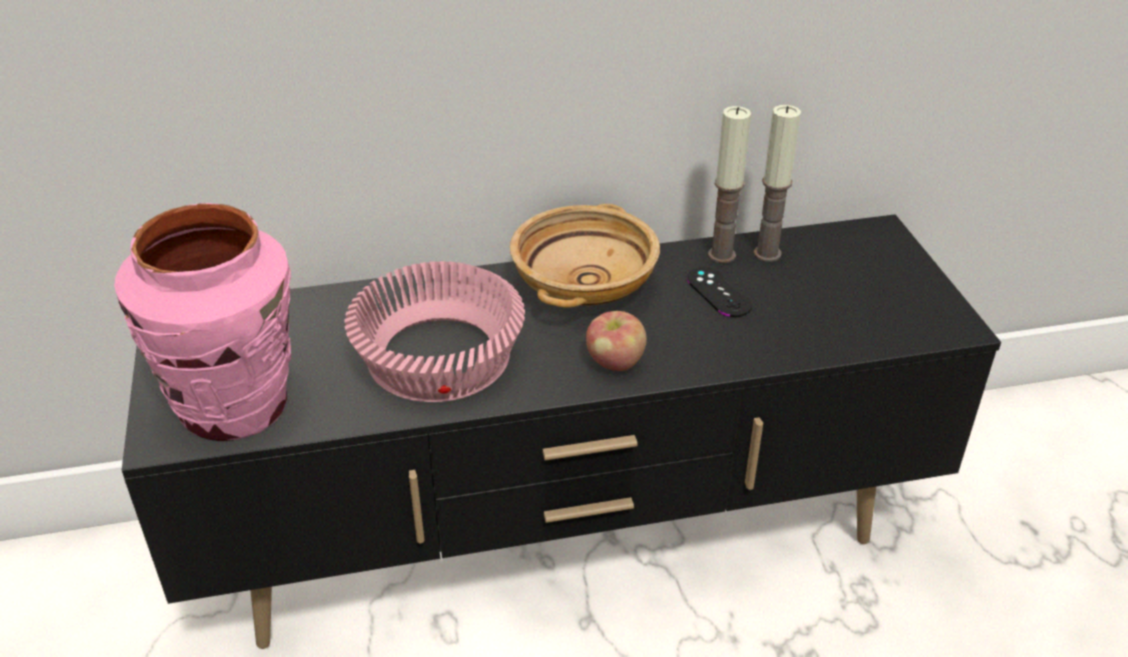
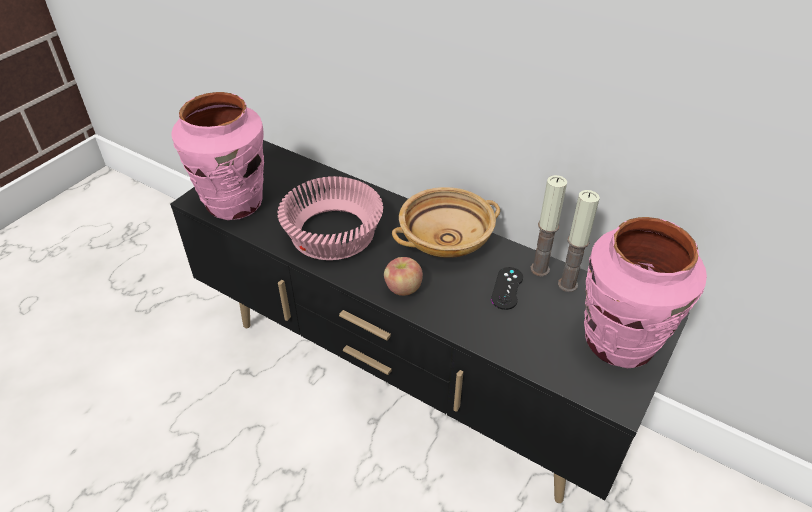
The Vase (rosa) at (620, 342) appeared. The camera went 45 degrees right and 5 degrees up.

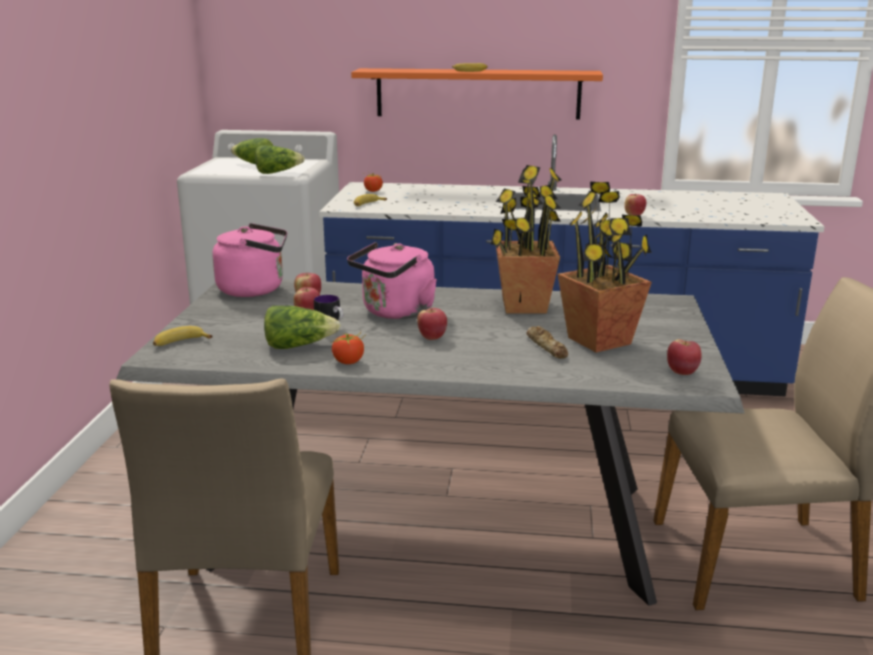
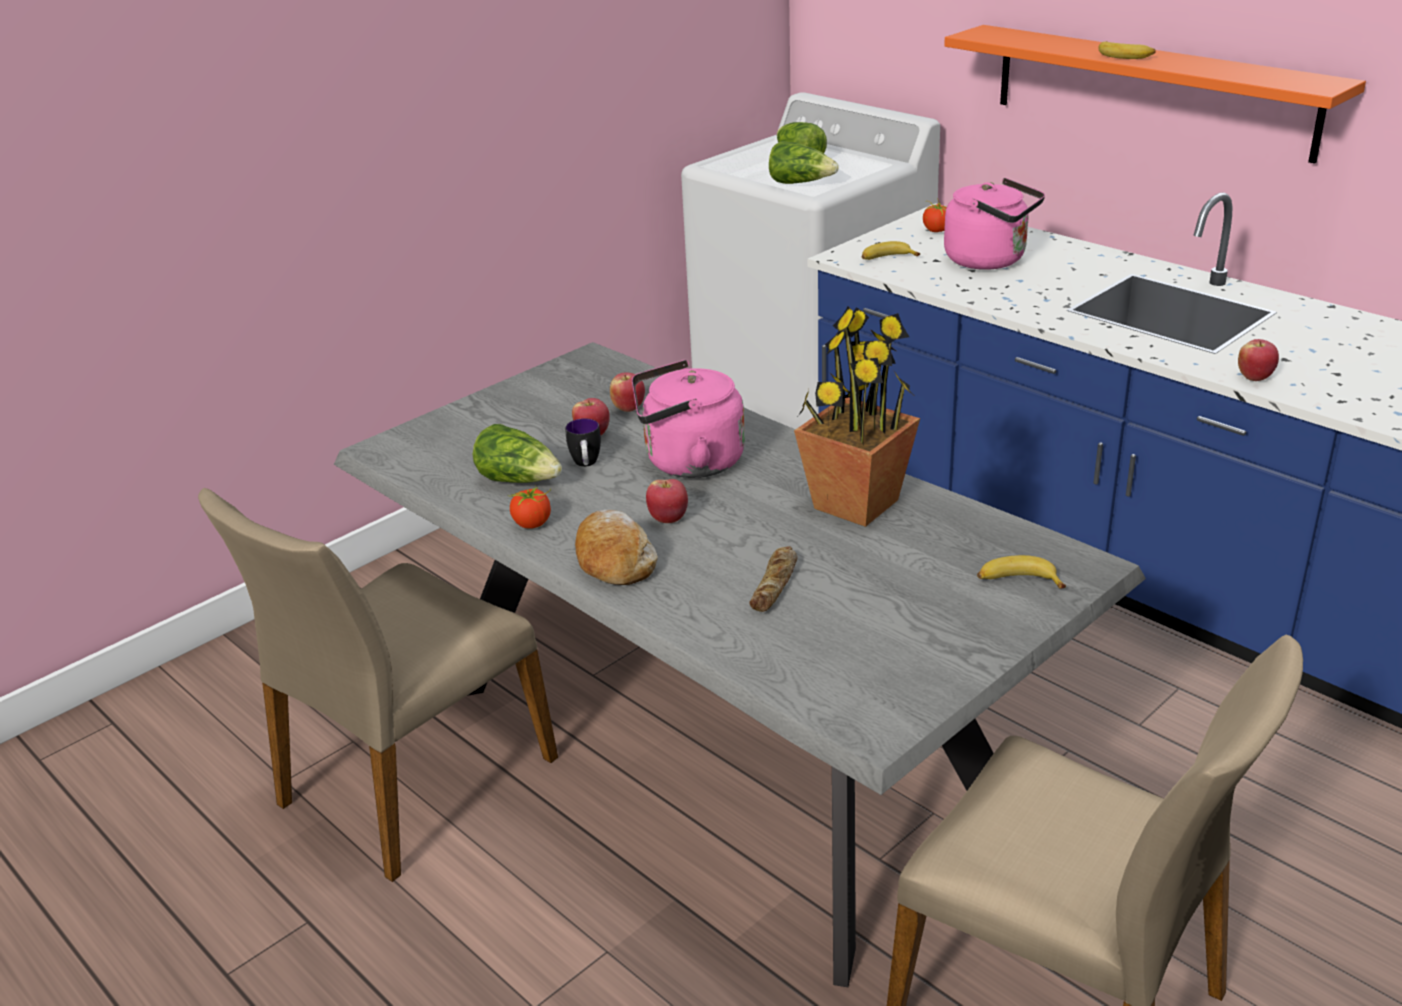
The Topfpflanze at (600, 340) disappeared. The Wasserkessel (rosa) moved from (255, 289) to (990, 260). The Banane moved from (180, 343) to (1017, 581). The Apfel at (682, 372) disappeared. The Brot at (614, 560) appeared. The camera went 40 degrees right and 10 degrees up.

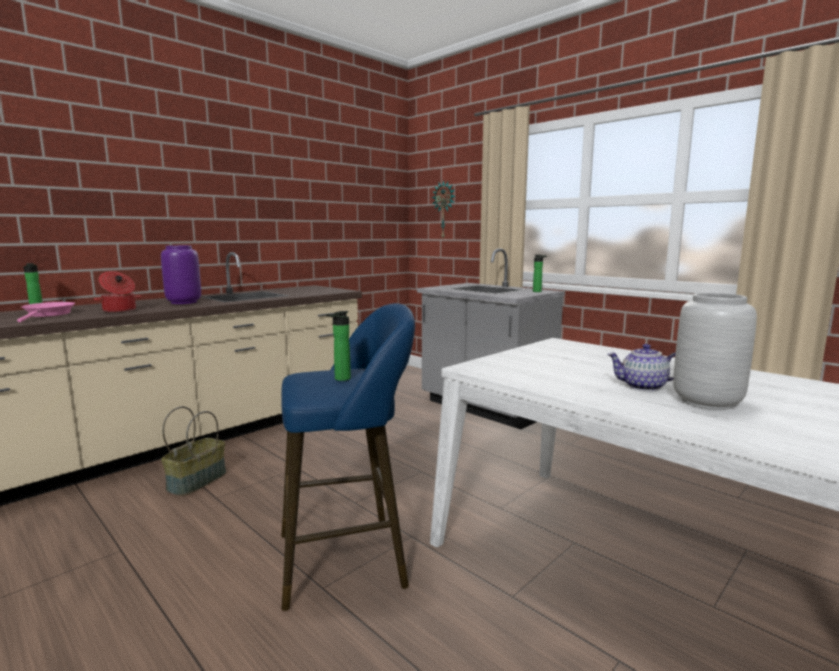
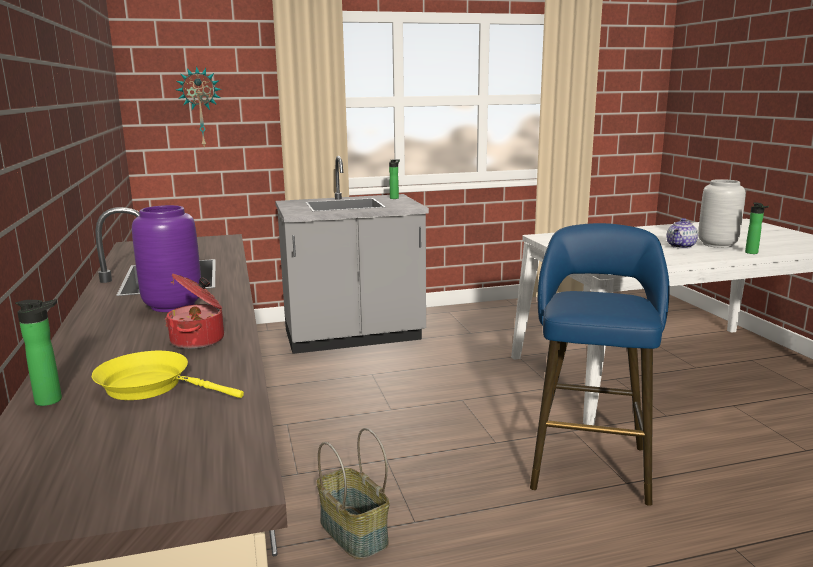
The Pfanne (rosa) at (48, 315) became the Pfanne (gelb) at (151, 386). The Flasche moved from (340, 379) to (752, 253). The camera went 60 degrees left and 5 degrees up.

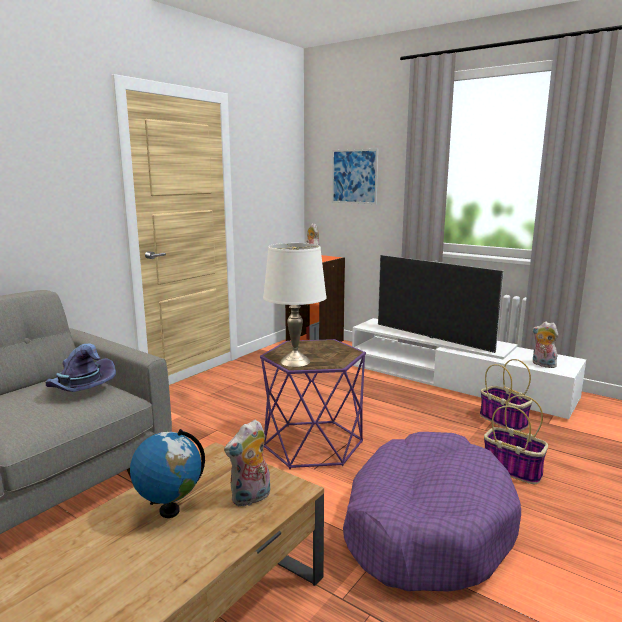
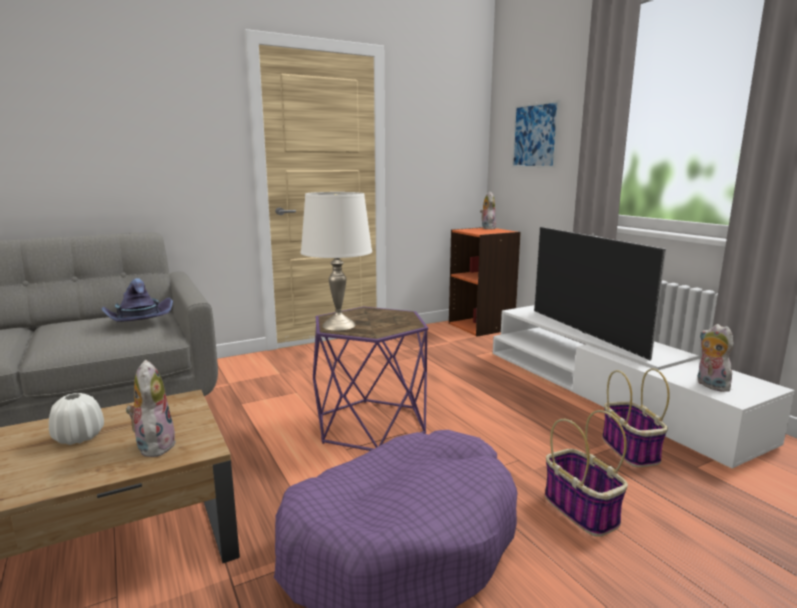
The Plüschtier at (251, 498) turned 90 degrees clockwise. The Globus at (169, 511) was replaced by the Vase (weiß) at (79, 437). The camera went 25 degrees right and 0 degrees up.

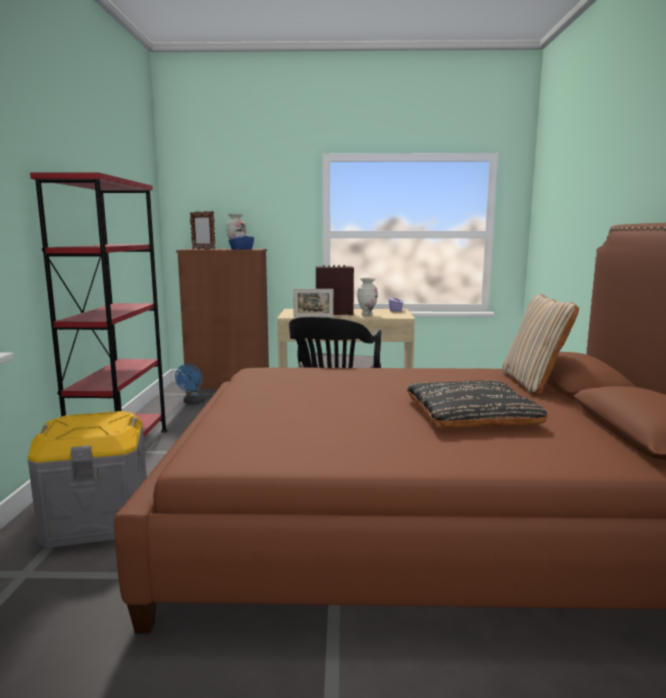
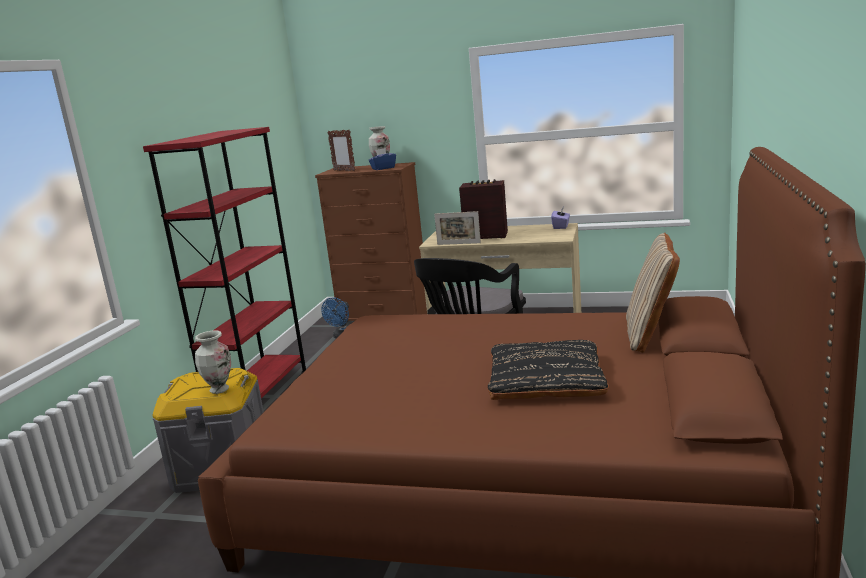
The Vase moved from (367, 314) to (219, 390). The camera went 15 degrees right and 5 degrees up.

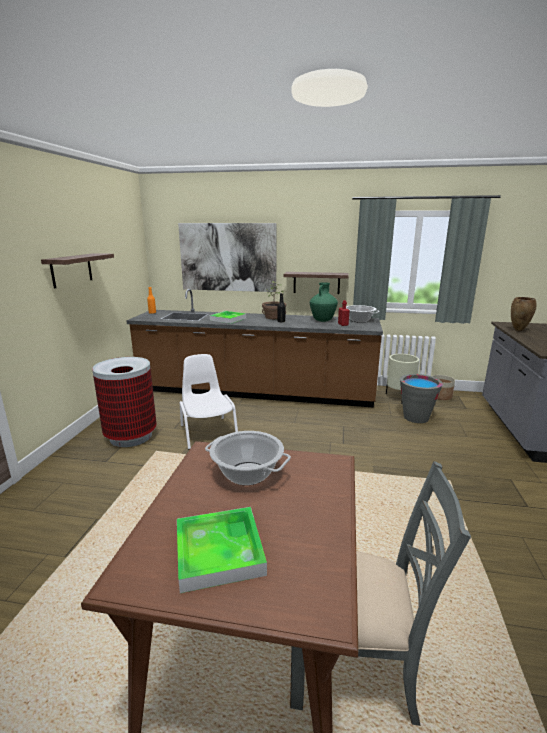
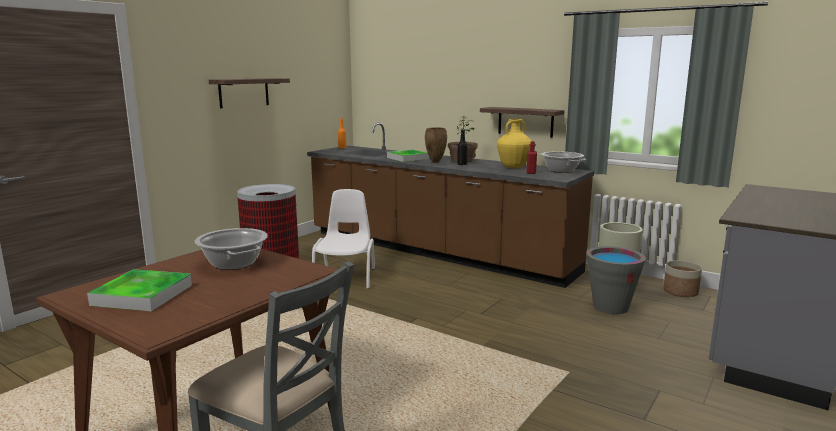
The Bild at (228, 257) disappeared. The Vase (grün) at (322, 321) became the Vase (gelb) at (513, 167). The Vase (braun) moved from (518, 330) to (435, 162). The camera went 25 degrees right and 5 degrees down.

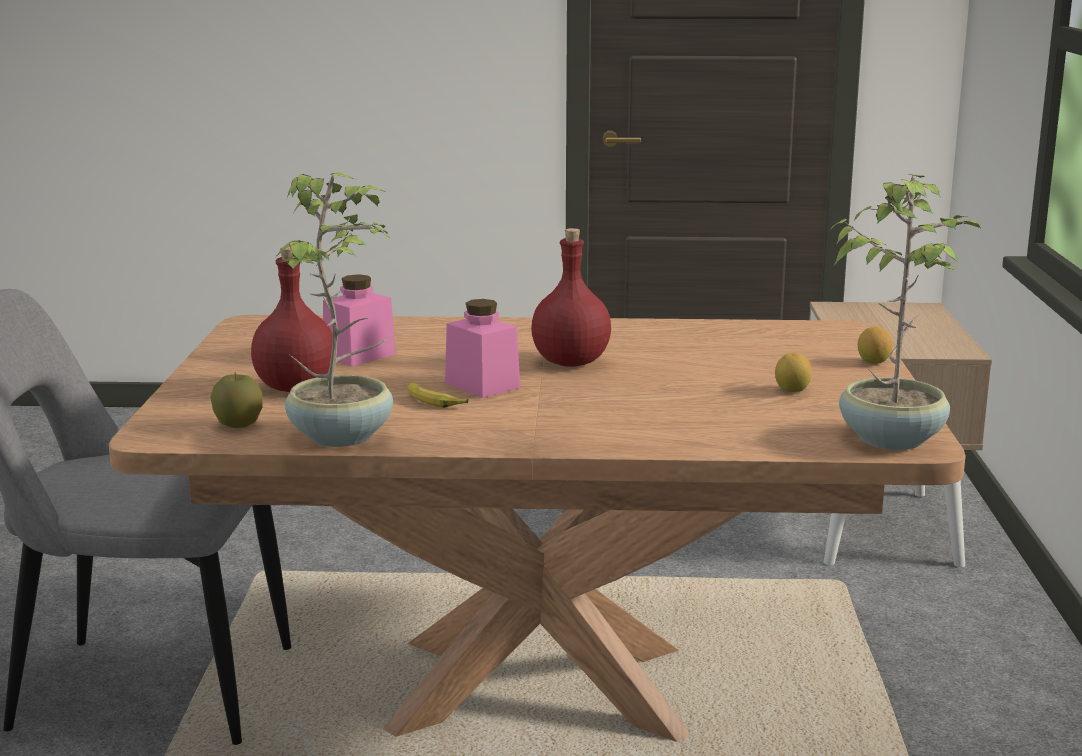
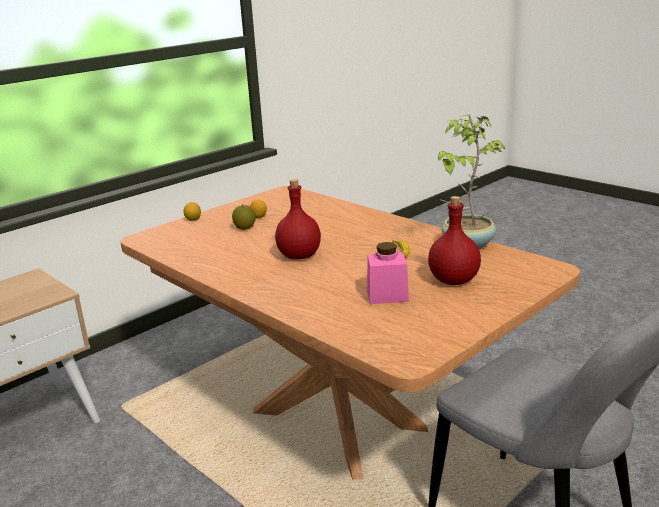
The Topfpflanze at (892, 438) disappeared. The Vorratsglas (rosa) at (482, 385) disappeared. The Apfel moved from (238, 425) to (245, 228). The camera went 135 degrees left and 5 degrees up.

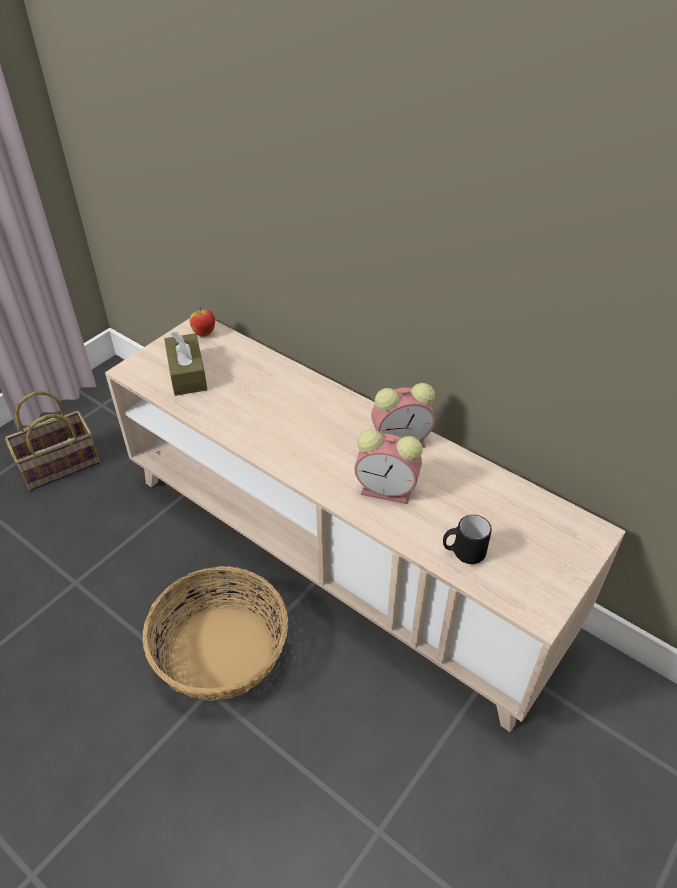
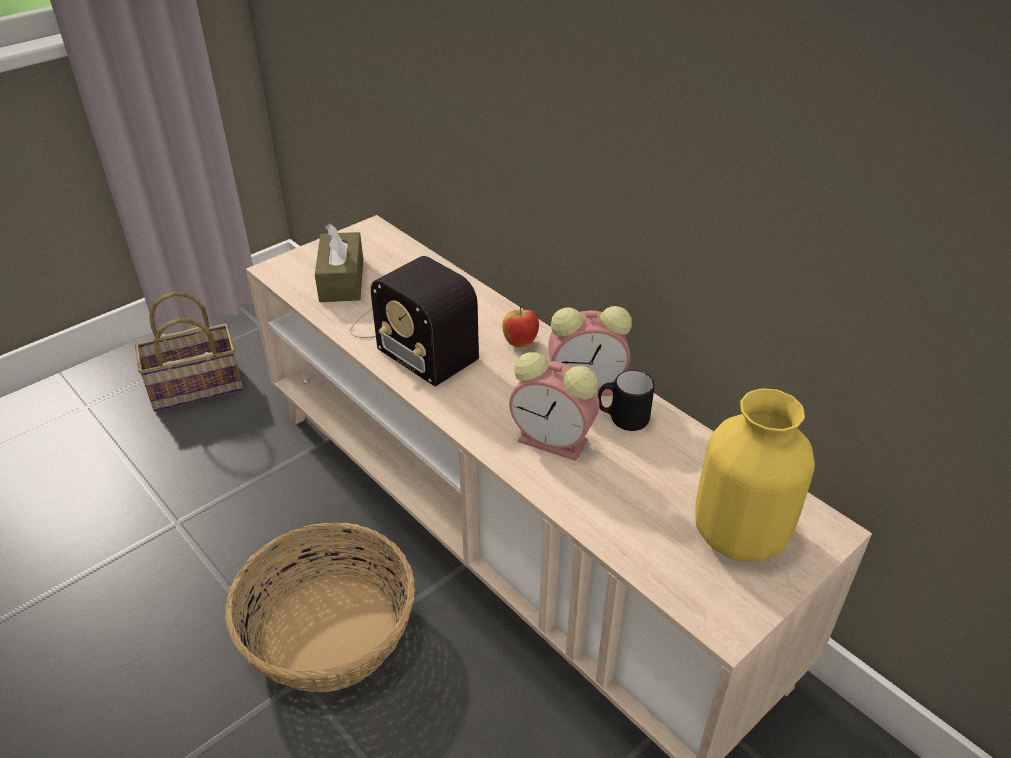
The Apfel moved from (204, 333) to (520, 343). The Henkelbecher (schwarz) moved from (463, 552) to (622, 419). The Radio at (411, 337) appeared. The Vase (gelb) at (739, 533) appeared. The camera went 10 degrees right and 5 degrees down.

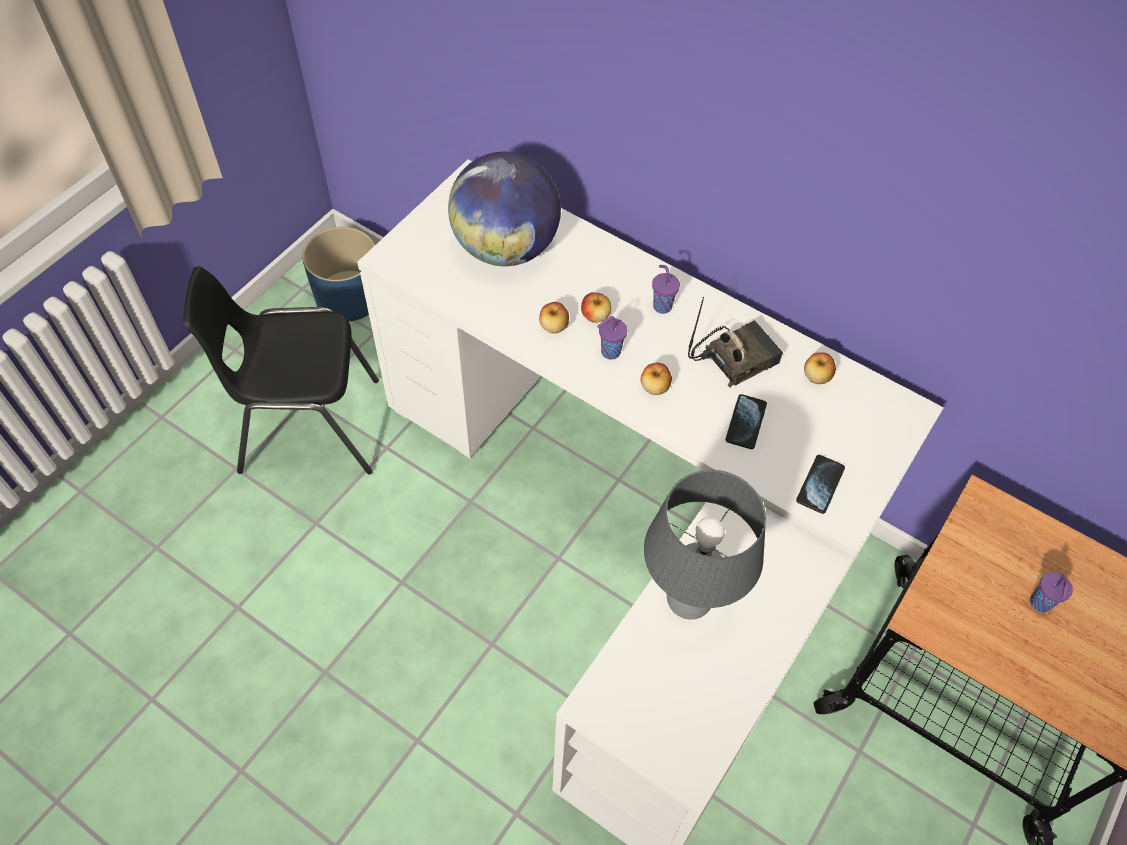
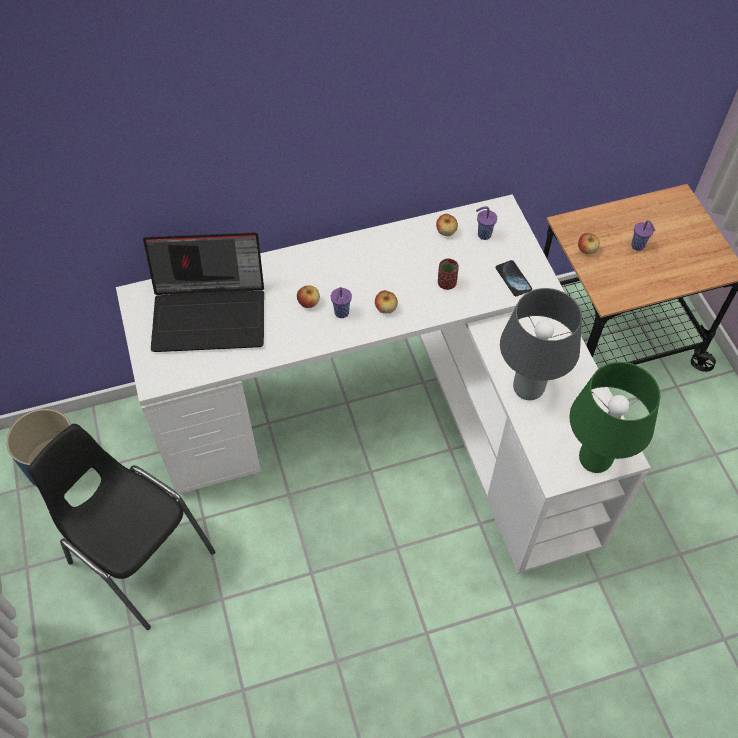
The Globus at (506, 248) was replaced by the Laptop at (211, 313). The Tasse (lila) moved from (661, 305) to (483, 234). The Stuhl (schwarz) at (308, 426) turned 90 degrees clockwise. The Radio at (734, 357) disappeared. The Apfel moved from (554, 326) to (586, 250). The Handy at (745, 422) was replaced by the Tasse (rot) at (446, 283). The Tischlampe (grün) at (595, 459) appeared. The camera went 50 degrees left and 0 degrees up.

